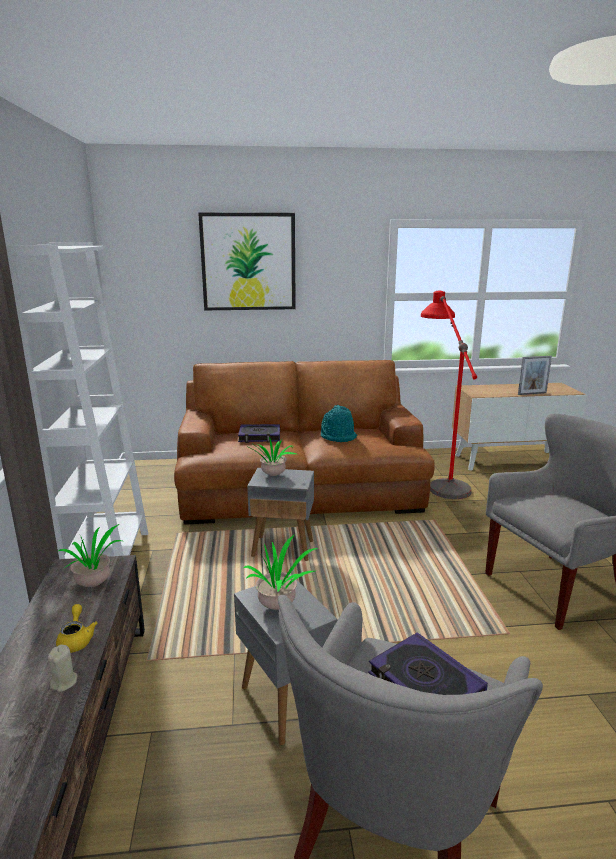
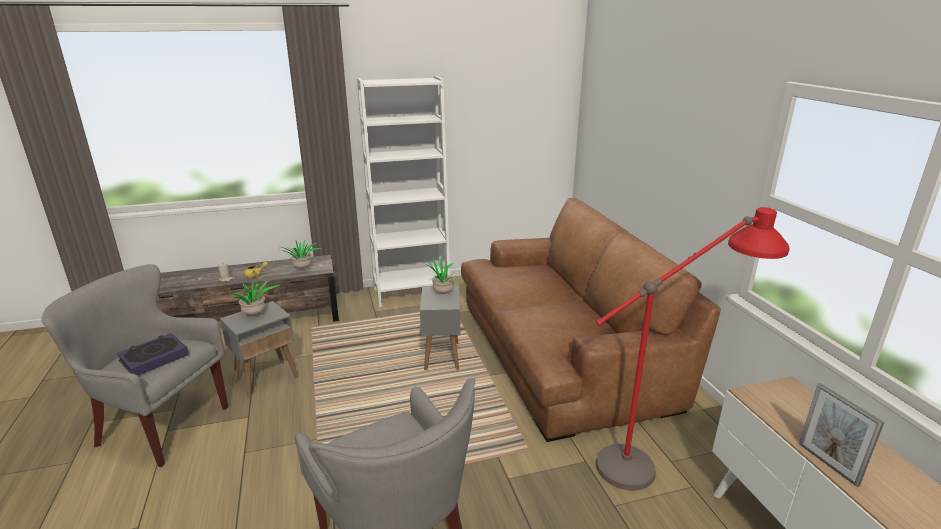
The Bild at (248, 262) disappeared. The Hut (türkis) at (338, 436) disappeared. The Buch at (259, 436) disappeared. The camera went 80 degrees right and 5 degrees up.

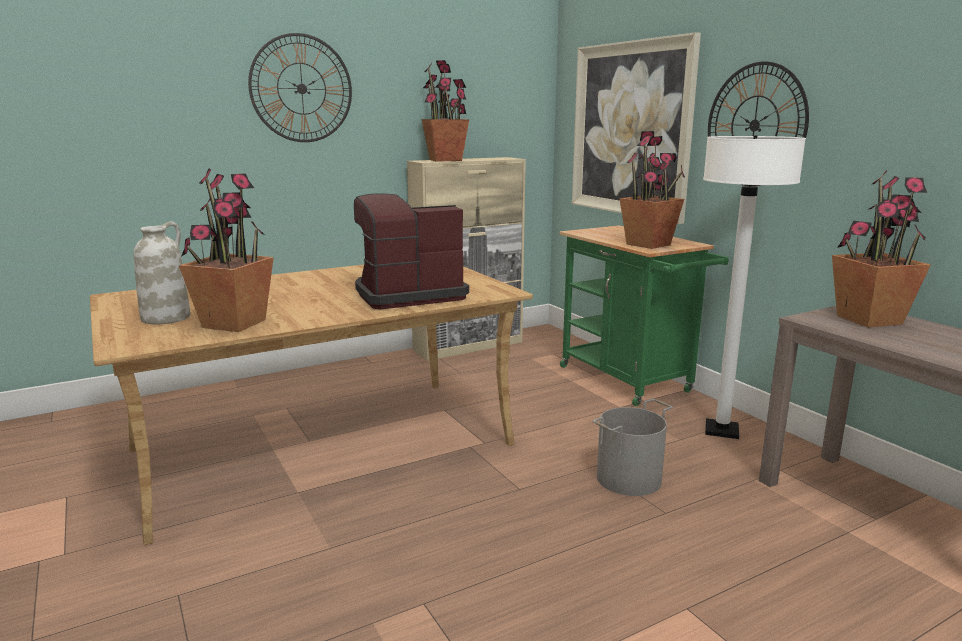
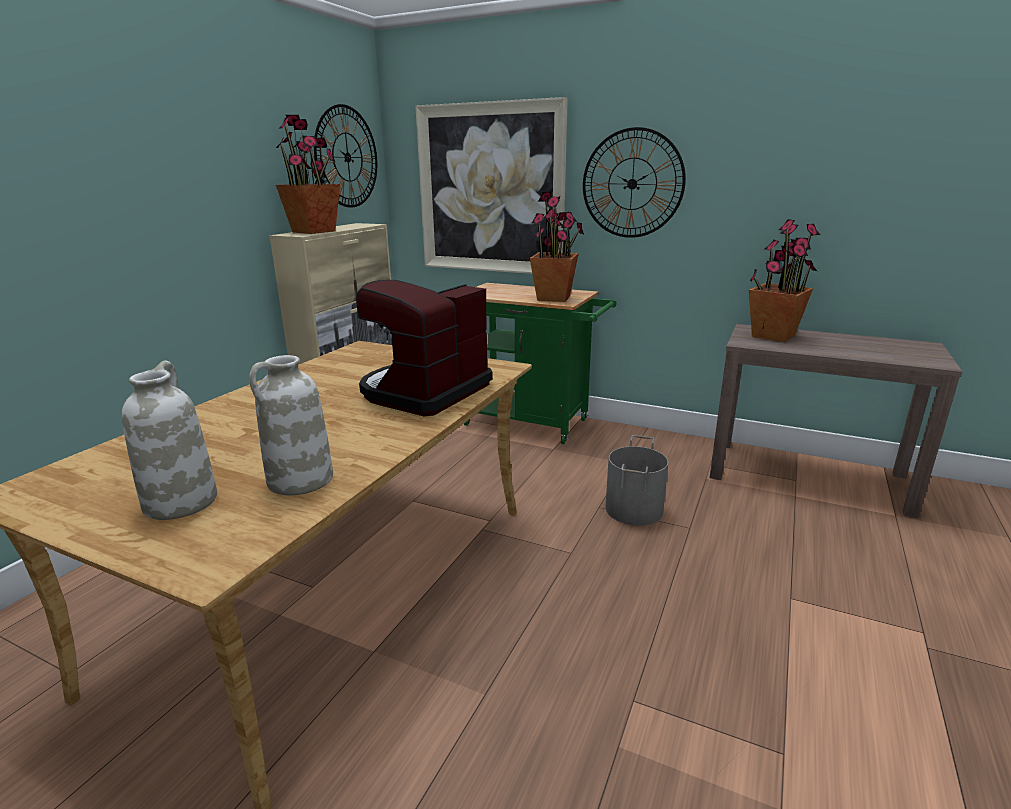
The Wanduhr moved from (301, 88) to (347, 157). The Stehlampe (weiß) at (721, 430) disappeared. The Topfpflanze at (234, 323) was replaced by the Vase (weiß) at (300, 480). The camera went 35 degrees left and 5 degrees up.

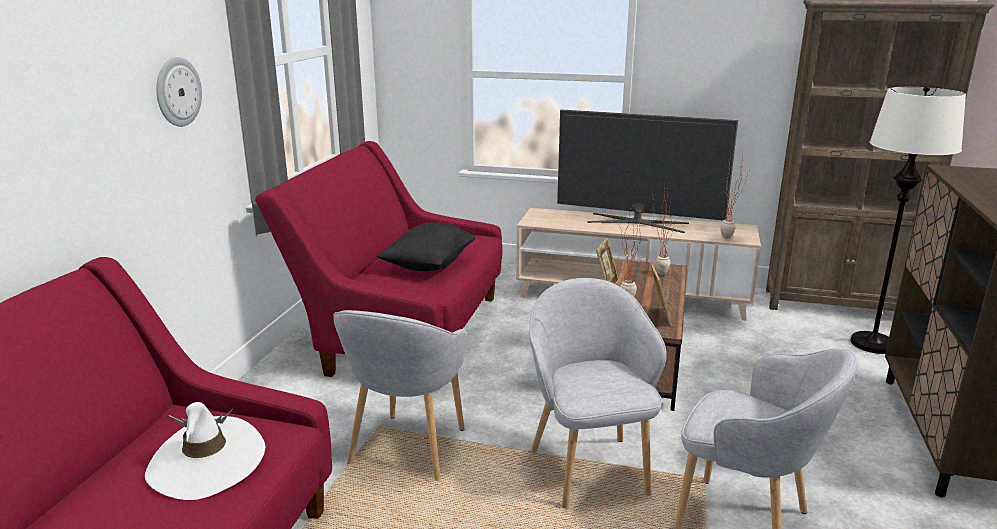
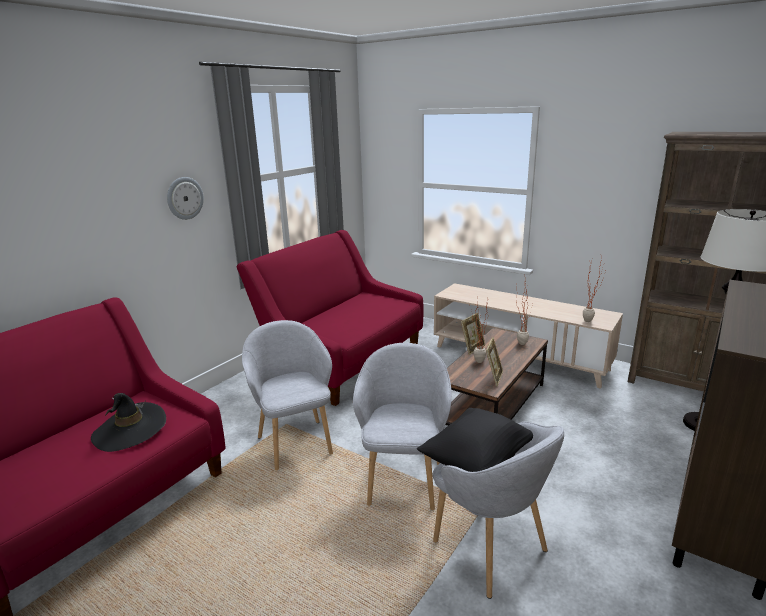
The Fernseher at (638, 222) disappeared. The Kissen (schwarz) moved from (428, 265) to (476, 461). The Sessel (grau) at (408, 449) turned 120 degrees clockwise. The Hut (weiß) at (207, 463) became the Hut (schwarz) at (130, 430). The camera went 20 degrees right and 0 degrees up.

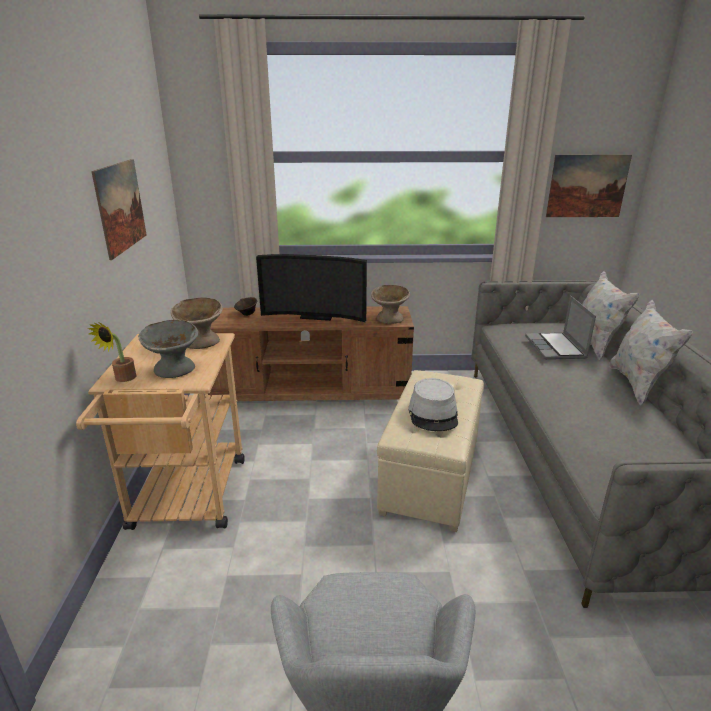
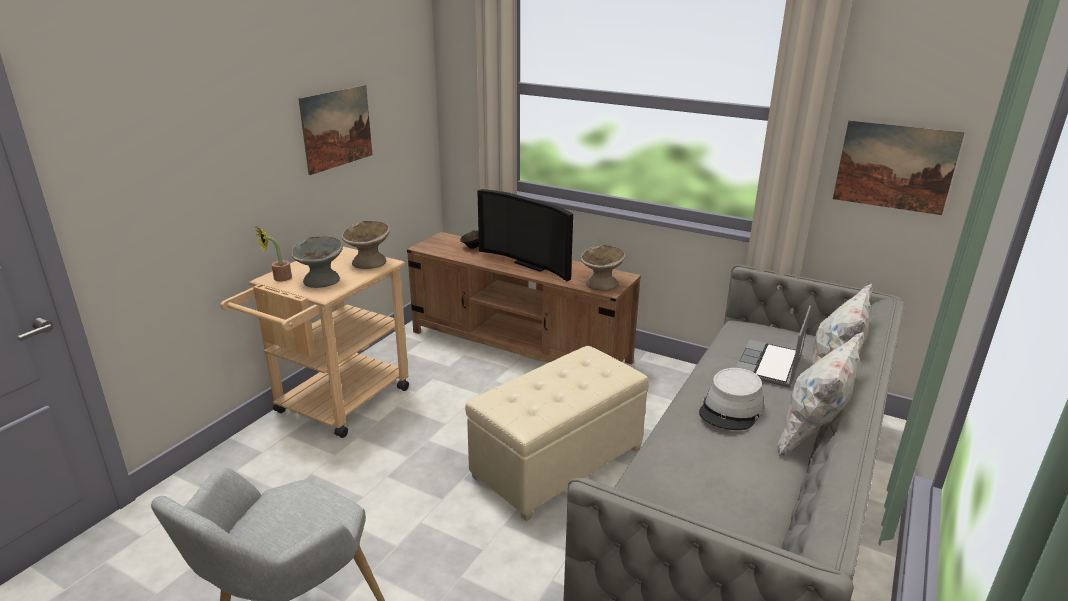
The Hut (grau) moved from (433, 414) to (731, 409). The camera went 30 degrees right and 0 degrees up.

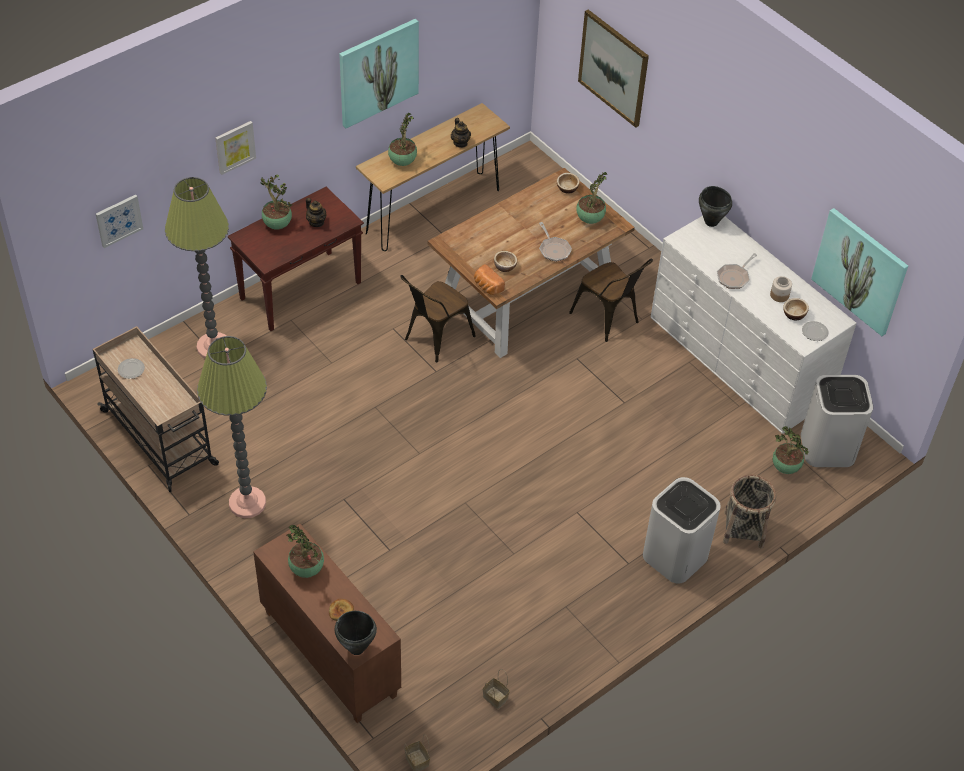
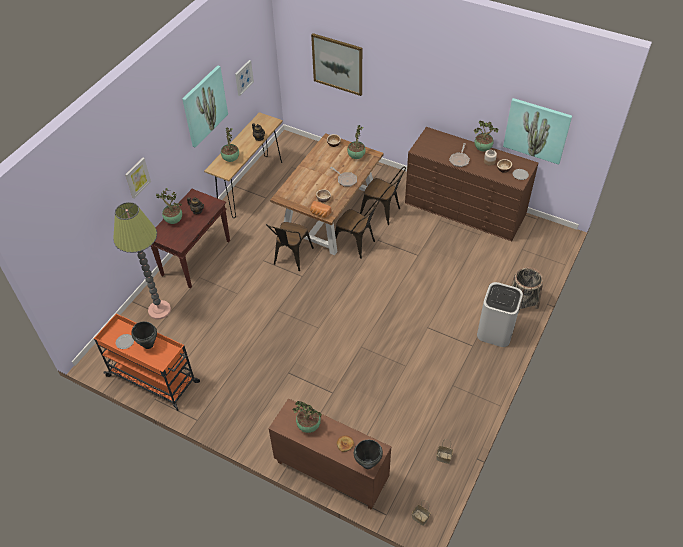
The Kochtopf (schwarz) moved from (711, 222) to (148, 345). The Bild moved from (118, 220) to (243, 77). The Kommode (weiß) at (739, 358) became the Kommode (braun) at (465, 208). The Rollwagen (beige) at (160, 438) became the Rollwagen (orange) at (154, 379). The Stehlampe at (247, 503) disappeared. The Mülleimer (weiß) at (828, 448) disappeared. The Topfpflanze moved from (786, 468) to (483, 149). The Stuhl (braun) at (357, 244) appeared. The camera went 20 degrees left and 0 degrees up.

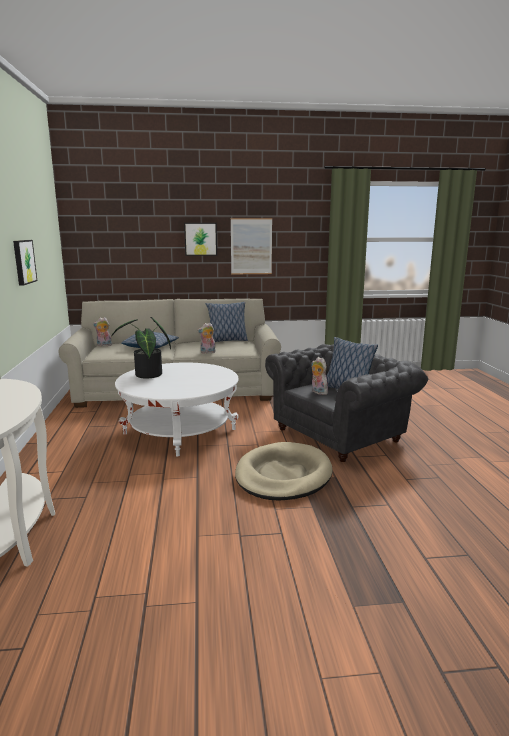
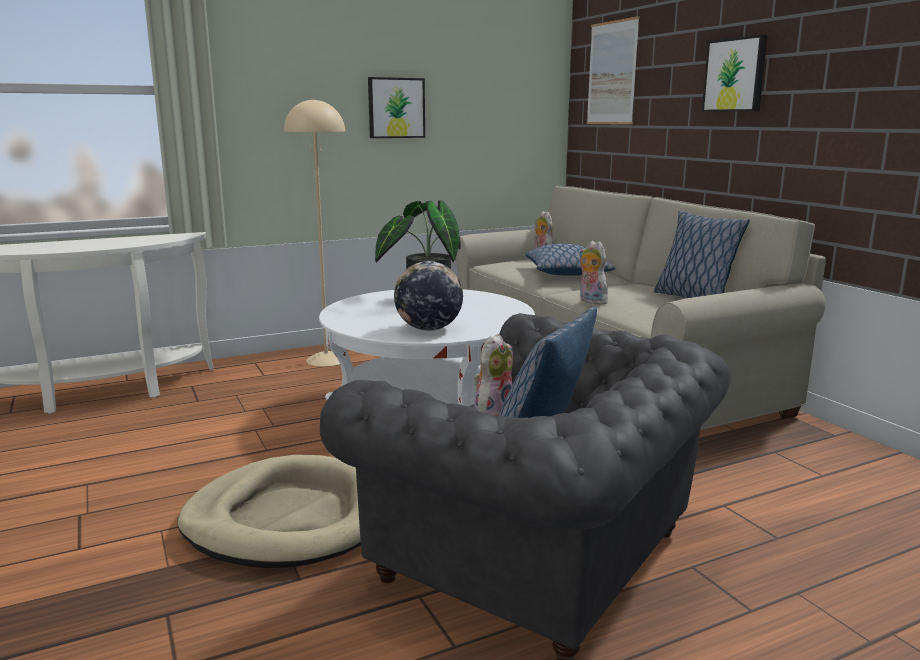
The Bild moved from (251, 246) to (612, 73). The Stehlampe (beige) at (326, 359) appeared. The Globus at (428, 329) appeared. The camera went 70 degrees right and 0 degrees up.

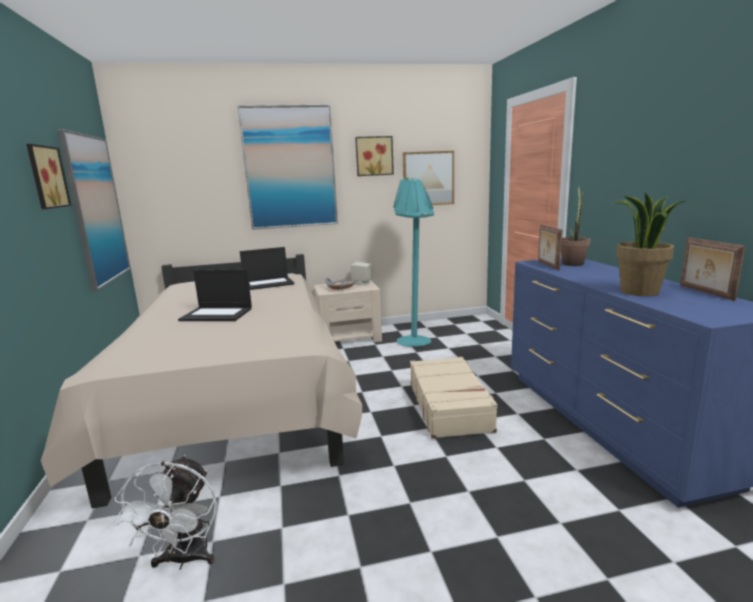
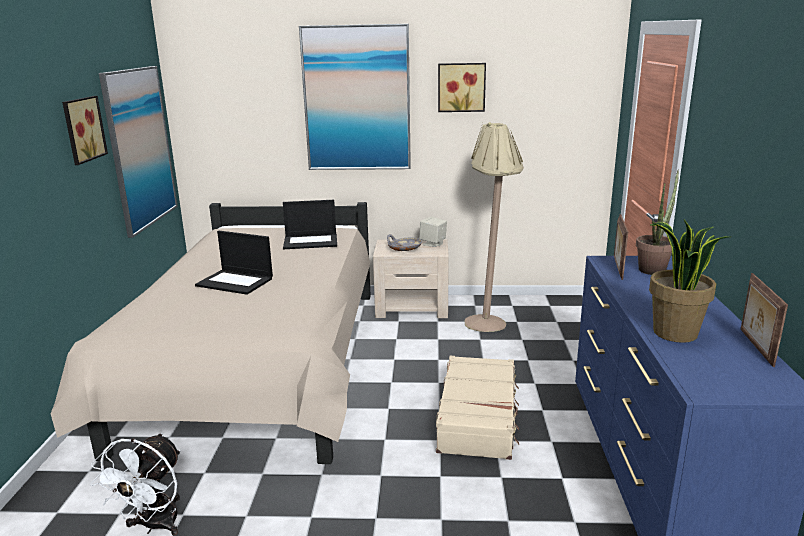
The Bild at (428, 178) disappeared. The Stehlampe (türkis) at (416, 339) became the Stehlampe (beige) at (490, 320). The camera went 15 degrees right and 5 degrees up.

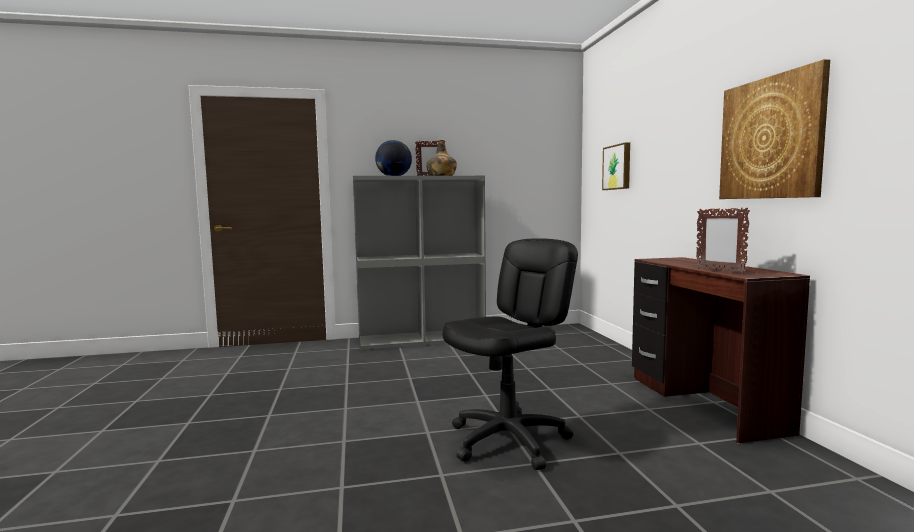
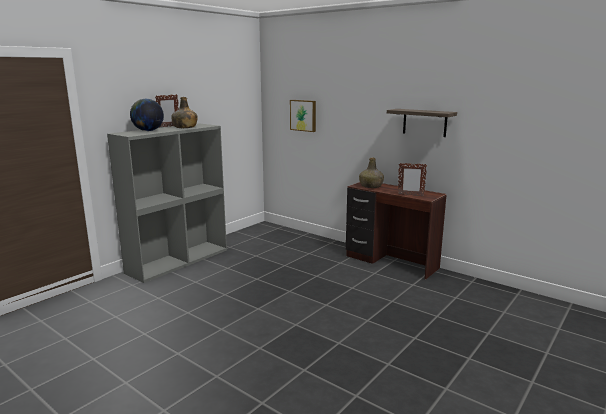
The Bild at (770, 138) was replaced by the Wandregal at (424, 122). The Bürostuhl (schwarz) at (509, 440) disappeared. The Flasche (grün) at (371, 186) appeared. The camera went 40 degrees left and 10 degrees up.

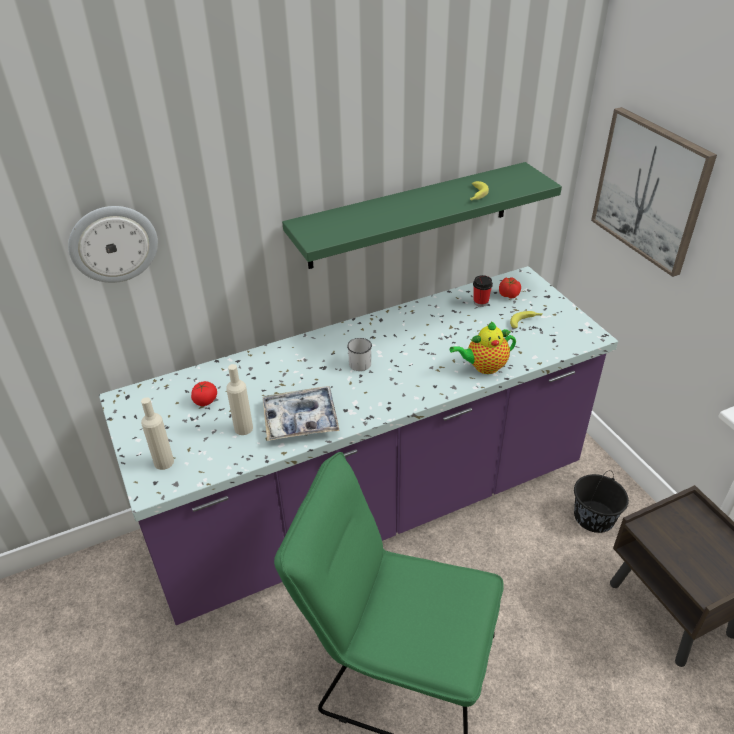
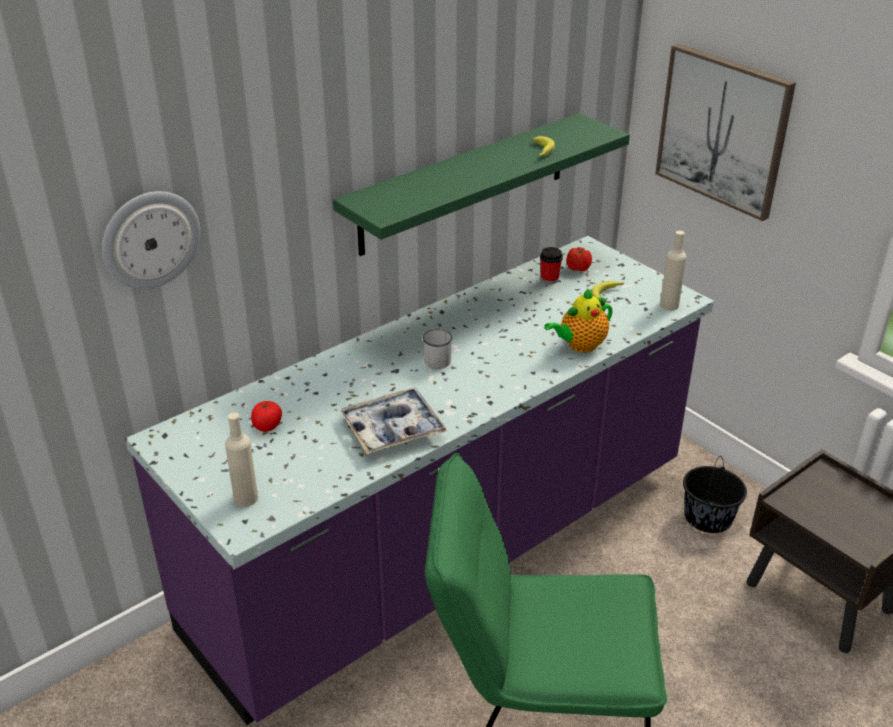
The Flasche (beige) moved from (243, 428) to (669, 305). The camera went 15 degrees left and 5 degrees down.

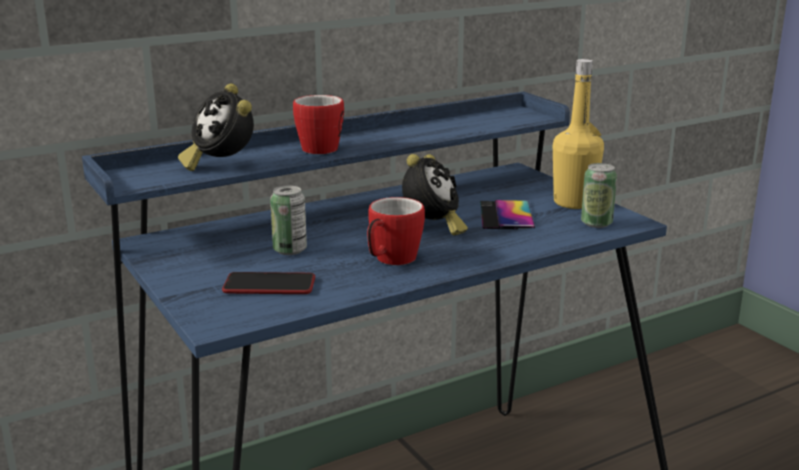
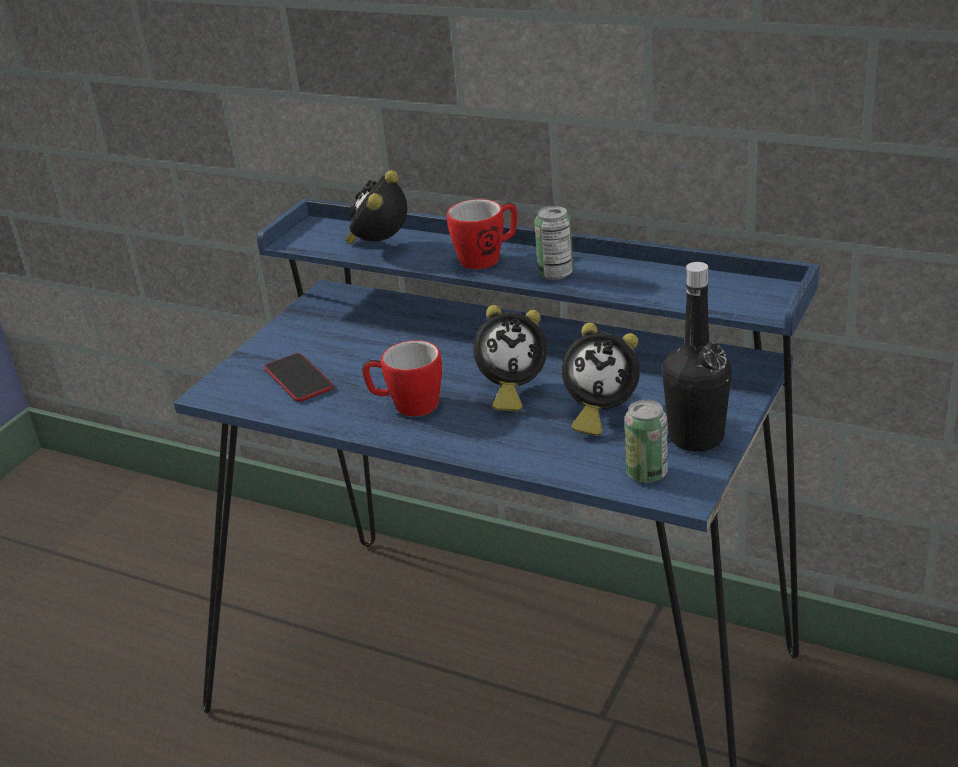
The Flasche (gelb) at (574, 203) became the Flasche (schwarz) at (696, 437). The Dose moved from (290, 250) to (555, 273). The Handy at (506, 215) was replaced by the Wecker at (599, 414). The camera went 60 degrees right and 10 degrees up.

